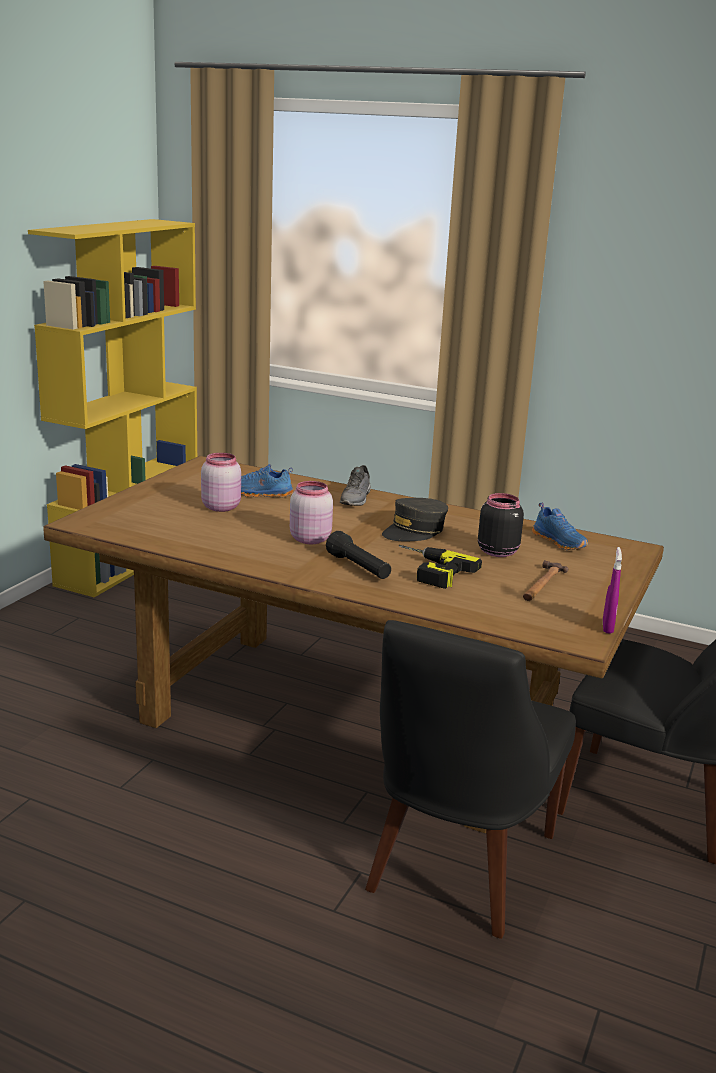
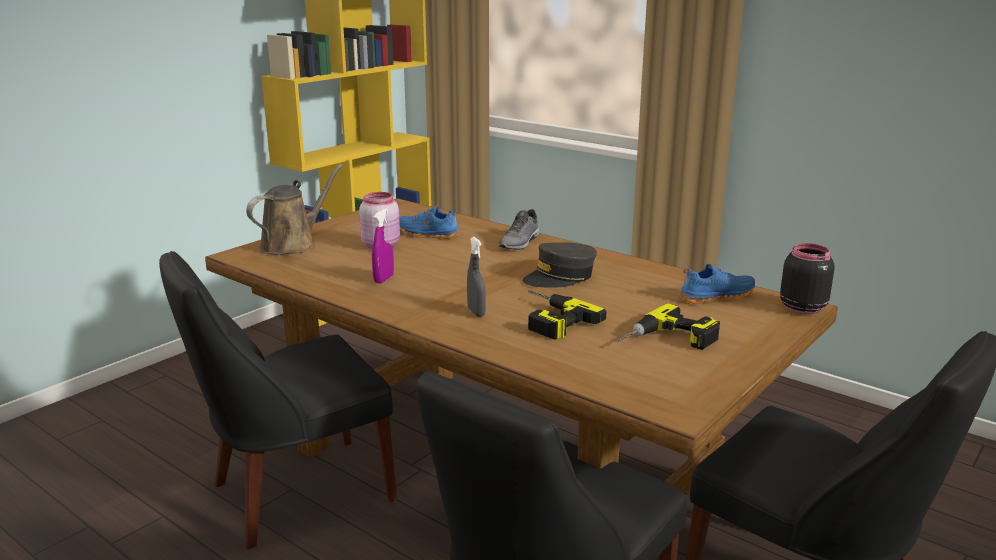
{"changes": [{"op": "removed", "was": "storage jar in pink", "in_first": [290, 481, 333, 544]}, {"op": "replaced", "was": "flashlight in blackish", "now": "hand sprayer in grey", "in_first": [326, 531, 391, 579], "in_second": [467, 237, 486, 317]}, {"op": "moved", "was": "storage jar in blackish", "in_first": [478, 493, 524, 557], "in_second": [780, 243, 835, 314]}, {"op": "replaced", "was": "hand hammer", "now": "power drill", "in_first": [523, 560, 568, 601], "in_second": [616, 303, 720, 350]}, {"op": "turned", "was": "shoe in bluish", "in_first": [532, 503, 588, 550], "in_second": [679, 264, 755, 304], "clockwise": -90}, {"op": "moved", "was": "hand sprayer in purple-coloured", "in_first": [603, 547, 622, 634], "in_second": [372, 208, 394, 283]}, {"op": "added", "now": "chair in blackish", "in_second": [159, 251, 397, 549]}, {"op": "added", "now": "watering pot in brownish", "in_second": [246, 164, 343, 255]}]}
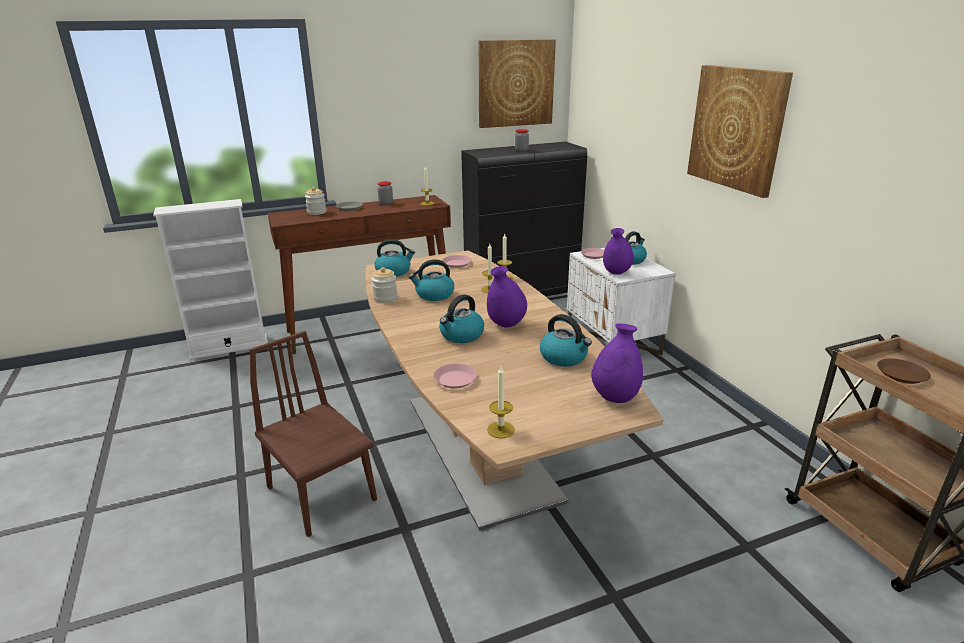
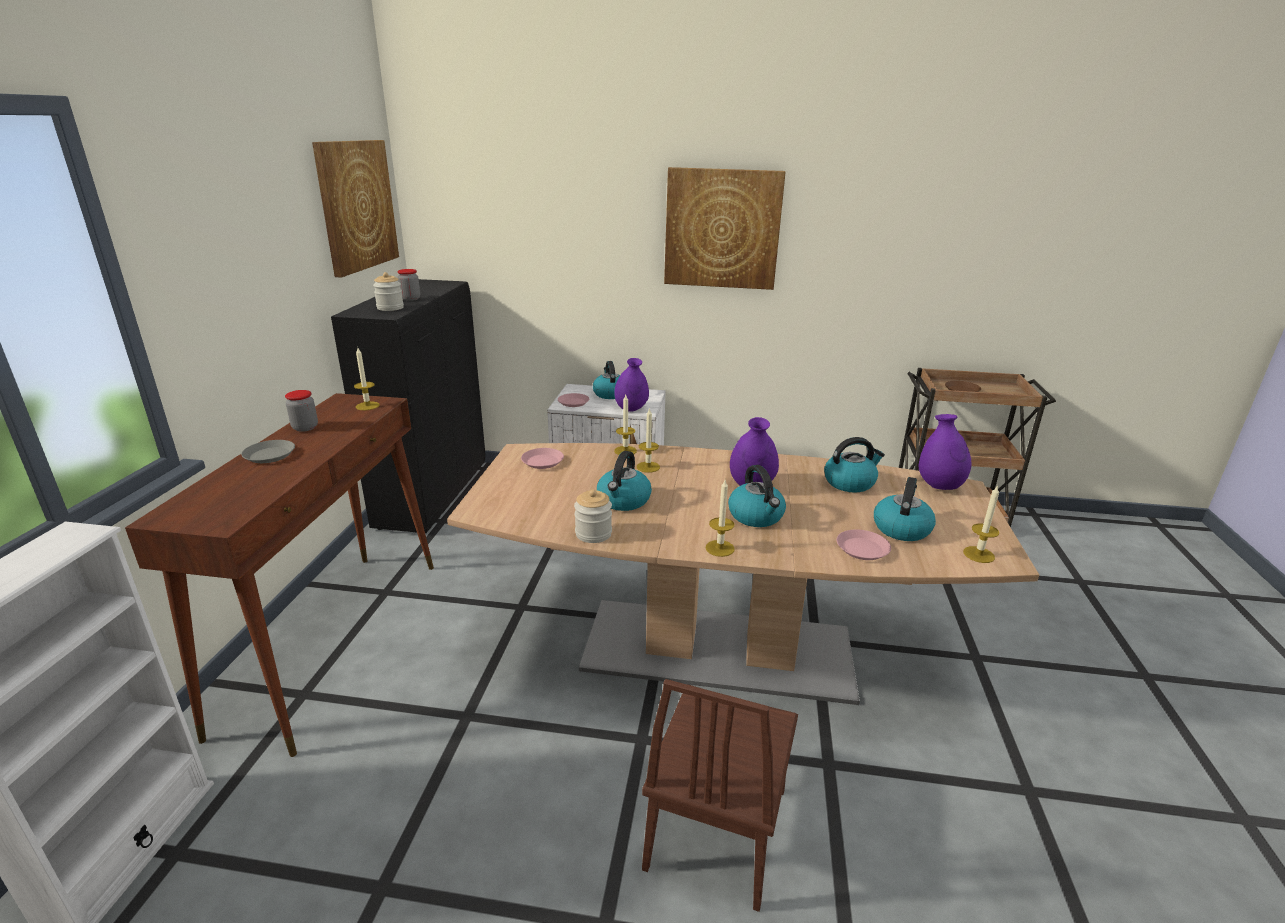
{"changes": [{"op": "turned", "was": "chair in brownish", "in_first": [249, 331, 377, 537], "in_second": [642, 679, 798, 912], "clockwise": -60}, {"op": "moved", "was": "storage jar", "in_first": [305, 187, 326, 215], "in_second": [373, 272, 404, 311]}, {"op": "moved", "was": "water kettle", "in_first": [374, 239, 415, 277], "in_second": [874, 477, 936, 541]}, {"op": "added", "now": "wax candle", "in_second": [705, 480, 735, 557]}]}
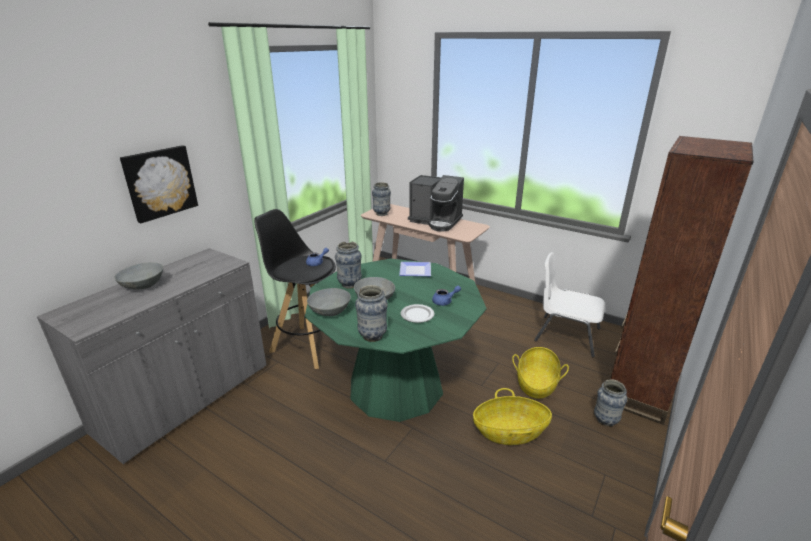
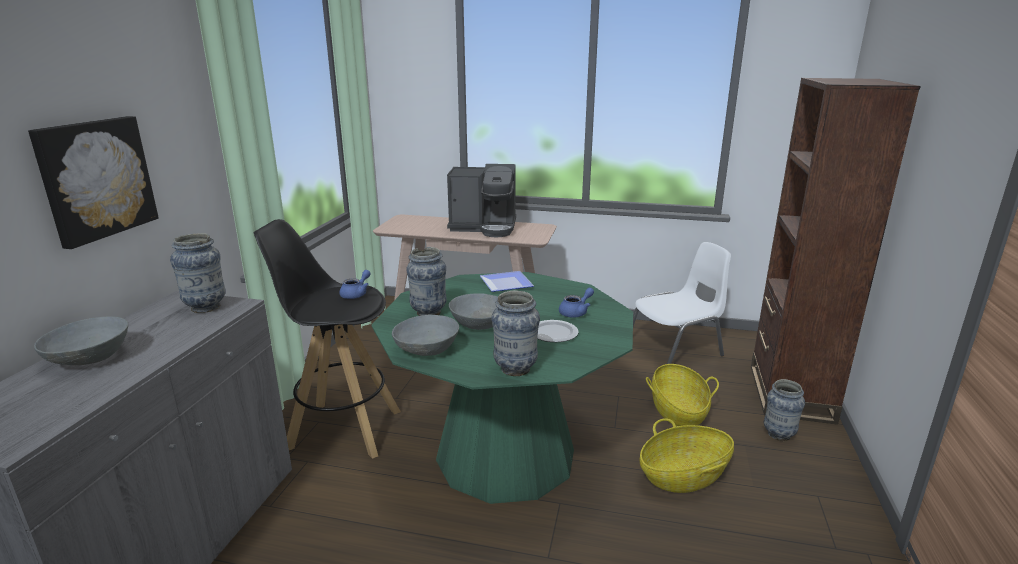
{"changes": [{"op": "moved", "was": "vase", "in_first": [372, 182, 391, 216], "in_second": [170, 233, 226, 313]}, {"op": "turned", "was": "chair in whitish", "in_first": [534, 252, 605, 357], "in_second": [633, 242, 731, 364], "clockwise": 150}]}
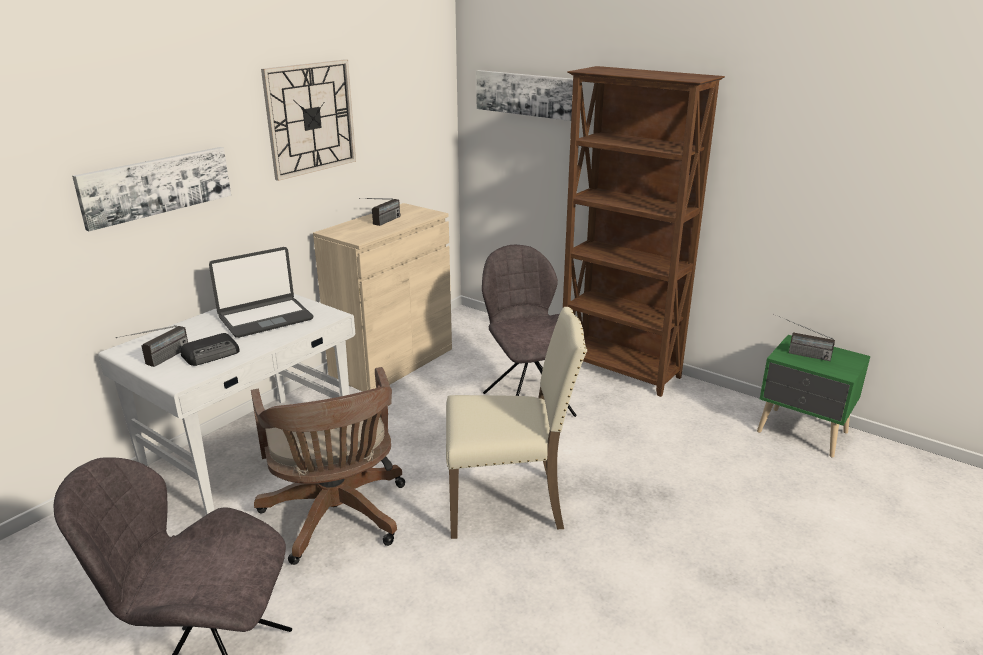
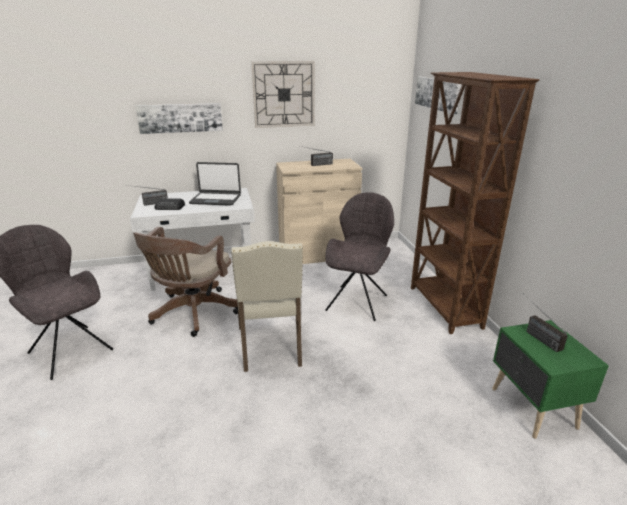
{"changes": [{"op": "turned", "was": "chair in beige", "in_first": [446, 307, 587, 539], "in_second": [231, 241, 303, 372], "clockwise": 45}]}
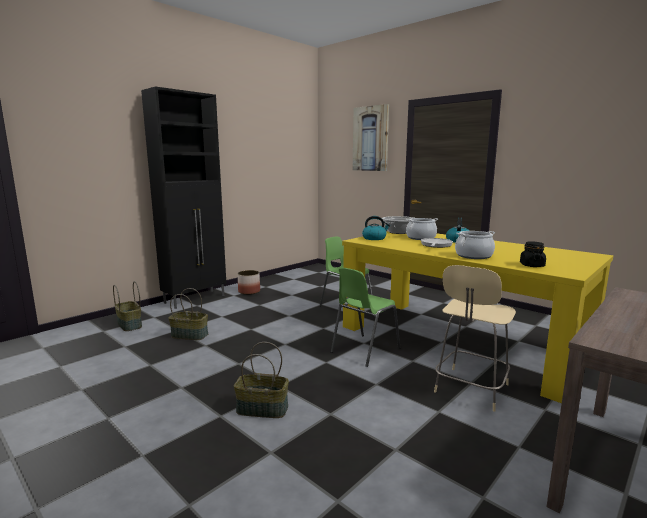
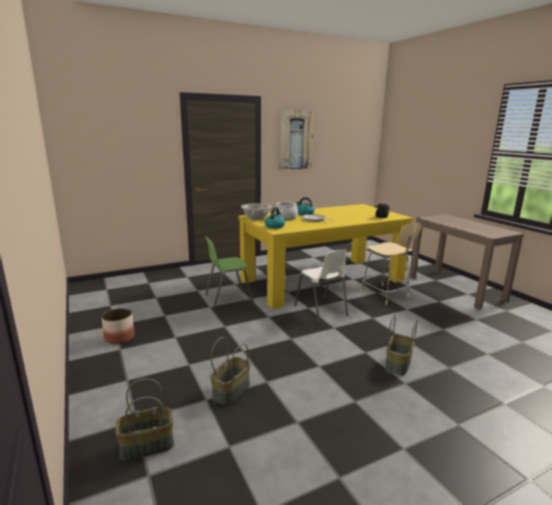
{"changes": [{"op": "removed", "was": "cabinet in blackish", "in_first": [141, 86, 226, 309]}, {"op": "recoloured", "was": "chair in green-coloured", "now": "chair in whitish", "in_first": [331, 268, 400, 367], "in_second": [295, 250, 348, 323]}, {"op": "moved", "was": "wall art", "in_first": [353, 104, 389, 171], "in_second": [279, 110, 314, 170]}, {"op": "removed", "was": "stockpot", "in_first": [455, 231, 495, 259]}]}
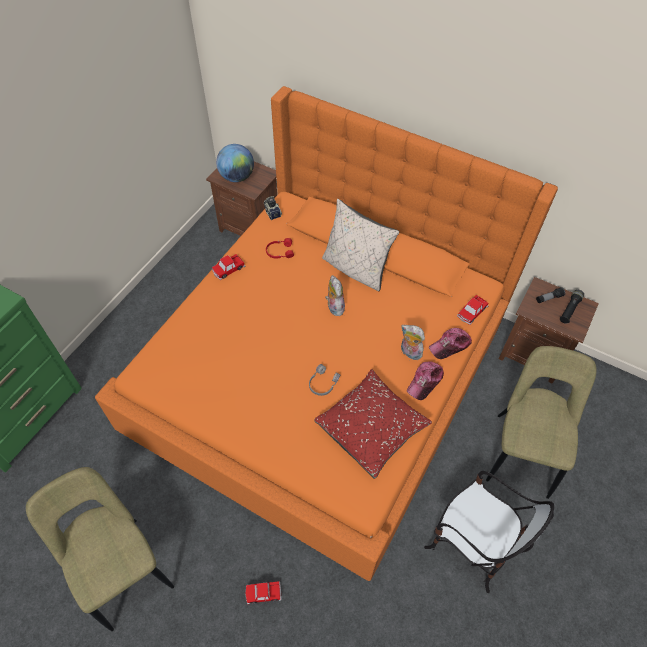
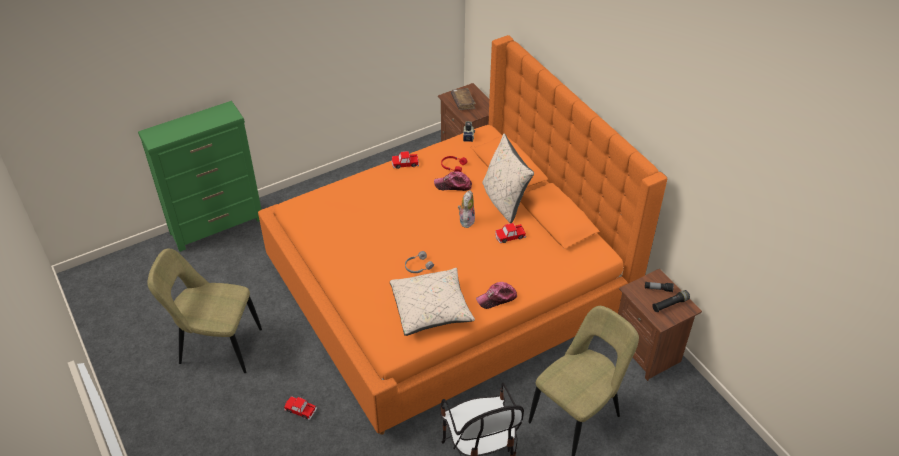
{"changes": [{"op": "turned", "was": "chair in beige", "in_first": [26, 467, 174, 631], "in_second": [148, 249, 262, 373], "clockwise": -75}, {"op": "replaced", "was": "globe", "now": "book in brownish", "in_first": [216, 144, 254, 182], "in_second": [451, 88, 476, 110]}, {"op": "recoloured", "was": "cushion in red-coloured", "now": "cushion in beige", "in_first": [314, 369, 432, 479], "in_second": [390, 268, 475, 336]}, {"op": "removed", "was": "cuddly toy", "in_first": [401, 325, 425, 360]}, {"op": "moved", "was": "baseball cap", "in_first": [429, 328, 472, 359], "in_second": [434, 171, 472, 191]}, {"op": "moved", "was": "model car", "in_first": [457, 295, 488, 325], "in_second": [495, 223, 526, 243]}]}
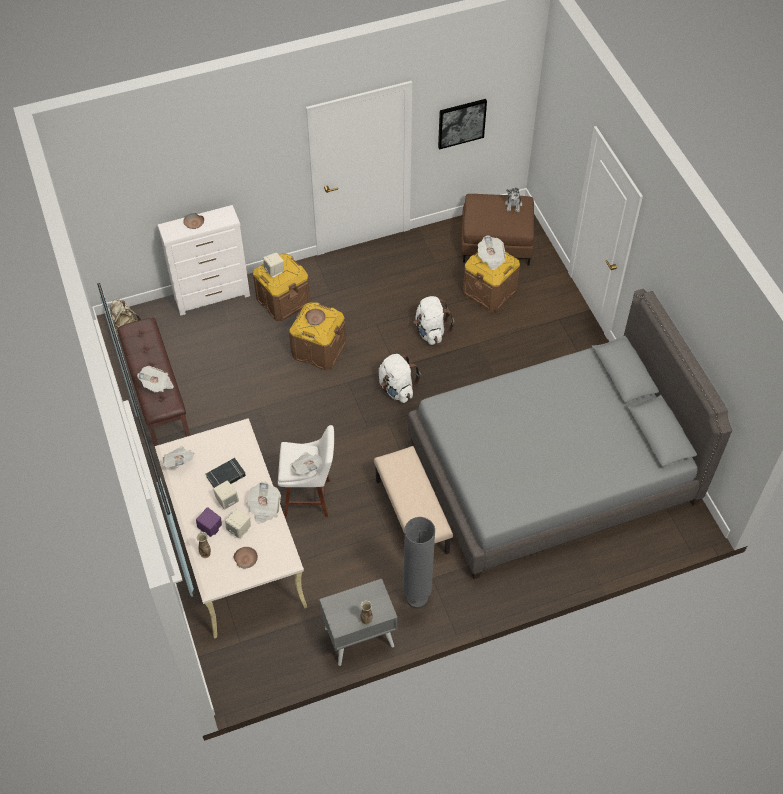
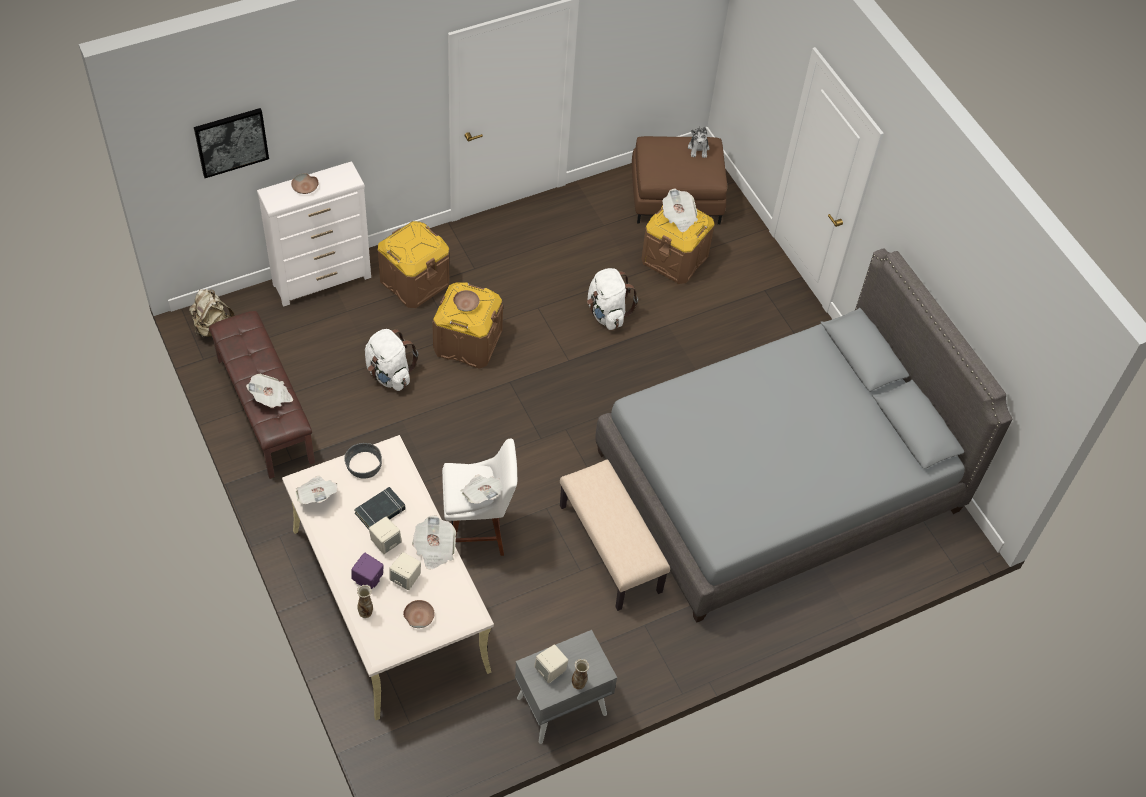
{"changes": [{"op": "moved", "was": "speaker in beige", "in_first": [263, 252, 284, 278], "in_second": [534, 645, 568, 683]}, {"op": "moved", "was": "knapsack in whitish", "in_first": [379, 354, 421, 403], "in_second": [365, 329, 418, 391]}, {"op": "removed", "was": "standard lamp in grey", "in_first": [403, 517, 435, 609]}, {"op": "moved", "was": "wall art", "in_first": [438, 99, 487, 149], "in_second": [194, 108, 269, 178]}, {"op": "added", "now": "bowl in grey", "in_second": [344, 443, 382, 478]}]}
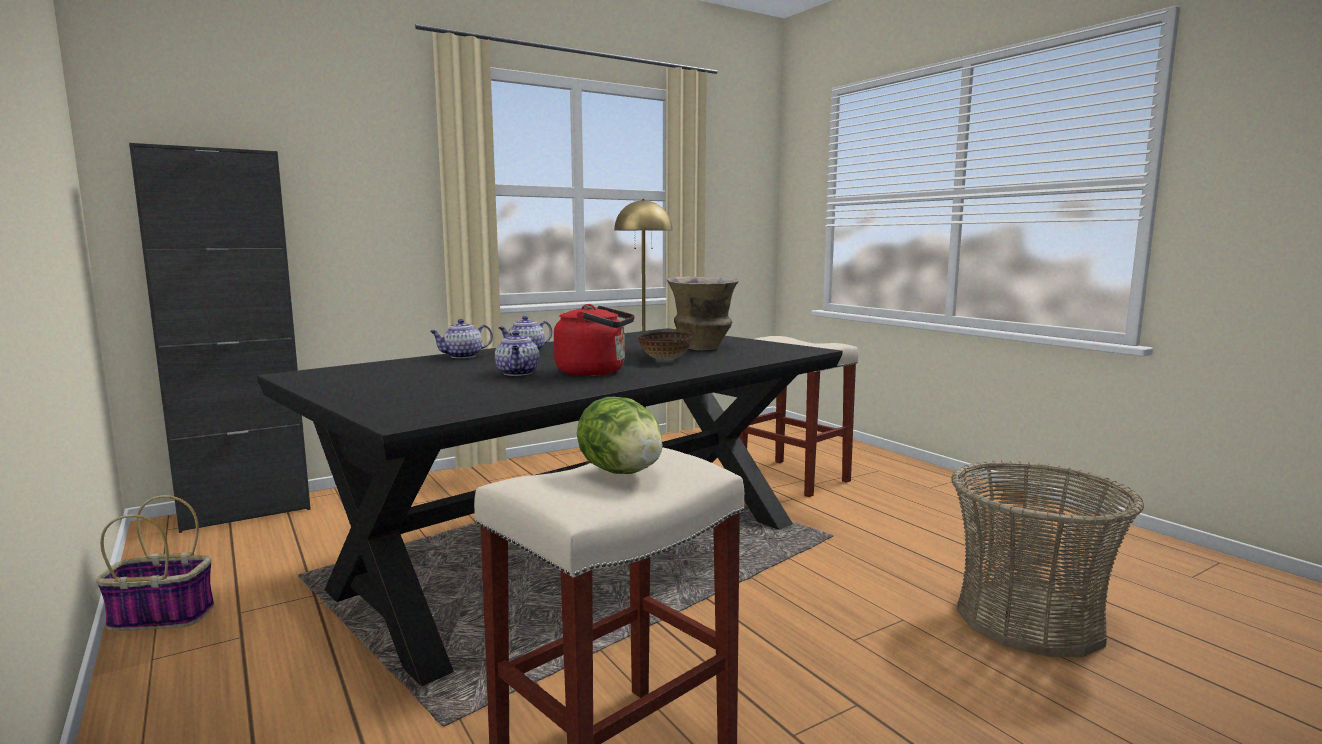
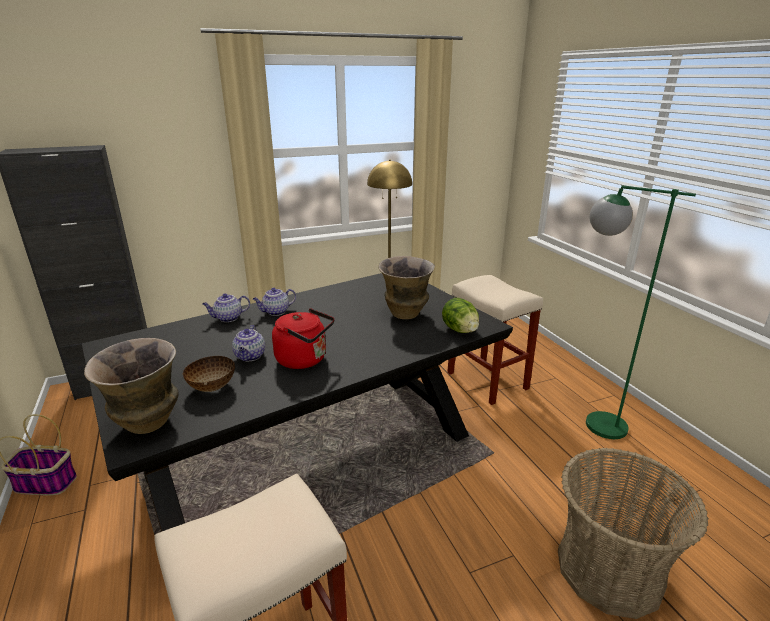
{"changes": [{"op": "moved", "was": "head of lettuce", "in_first": [577, 397, 662, 474], "in_second": [442, 298, 479, 333]}, {"op": "moved", "was": "bowl", "in_first": [638, 332, 693, 361], "in_second": [183, 356, 235, 392]}, {"op": "added", "now": "vase", "in_second": [84, 338, 179, 434]}, {"op": "added", "now": "standard lamp in green-coloured", "in_second": [586, 185, 696, 439]}]}
